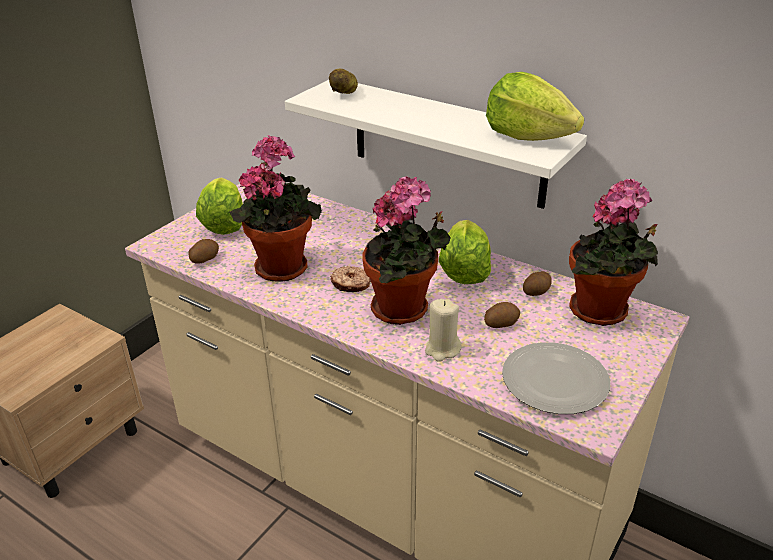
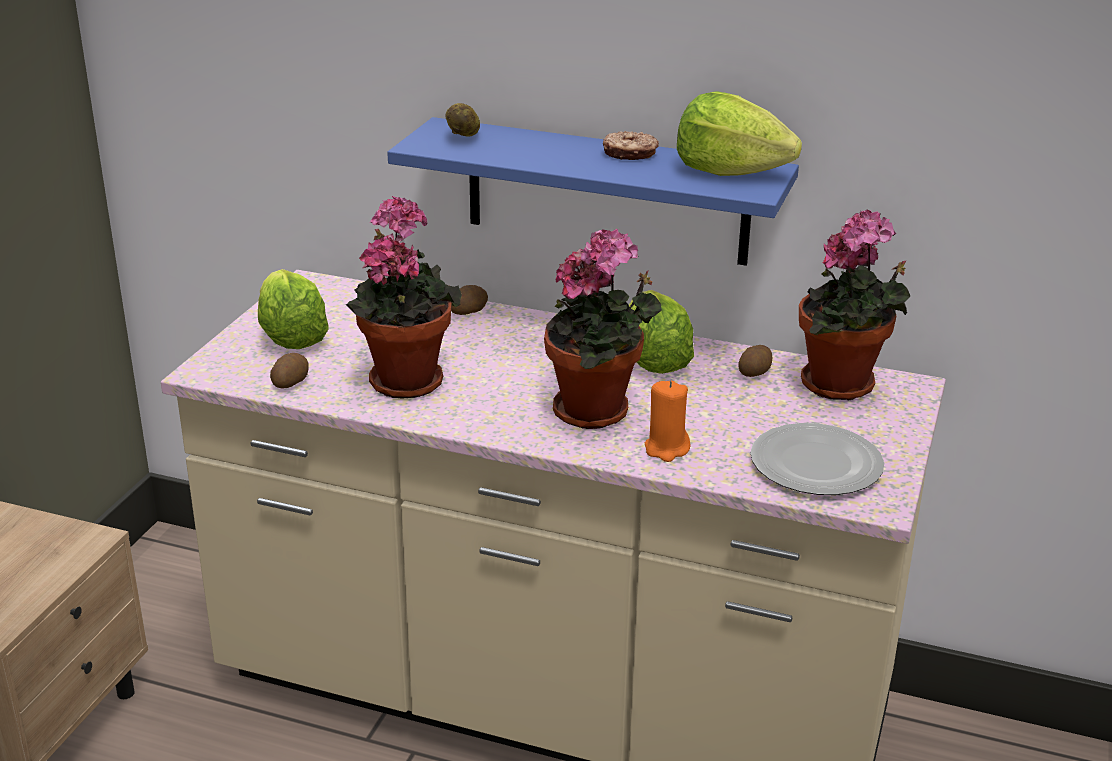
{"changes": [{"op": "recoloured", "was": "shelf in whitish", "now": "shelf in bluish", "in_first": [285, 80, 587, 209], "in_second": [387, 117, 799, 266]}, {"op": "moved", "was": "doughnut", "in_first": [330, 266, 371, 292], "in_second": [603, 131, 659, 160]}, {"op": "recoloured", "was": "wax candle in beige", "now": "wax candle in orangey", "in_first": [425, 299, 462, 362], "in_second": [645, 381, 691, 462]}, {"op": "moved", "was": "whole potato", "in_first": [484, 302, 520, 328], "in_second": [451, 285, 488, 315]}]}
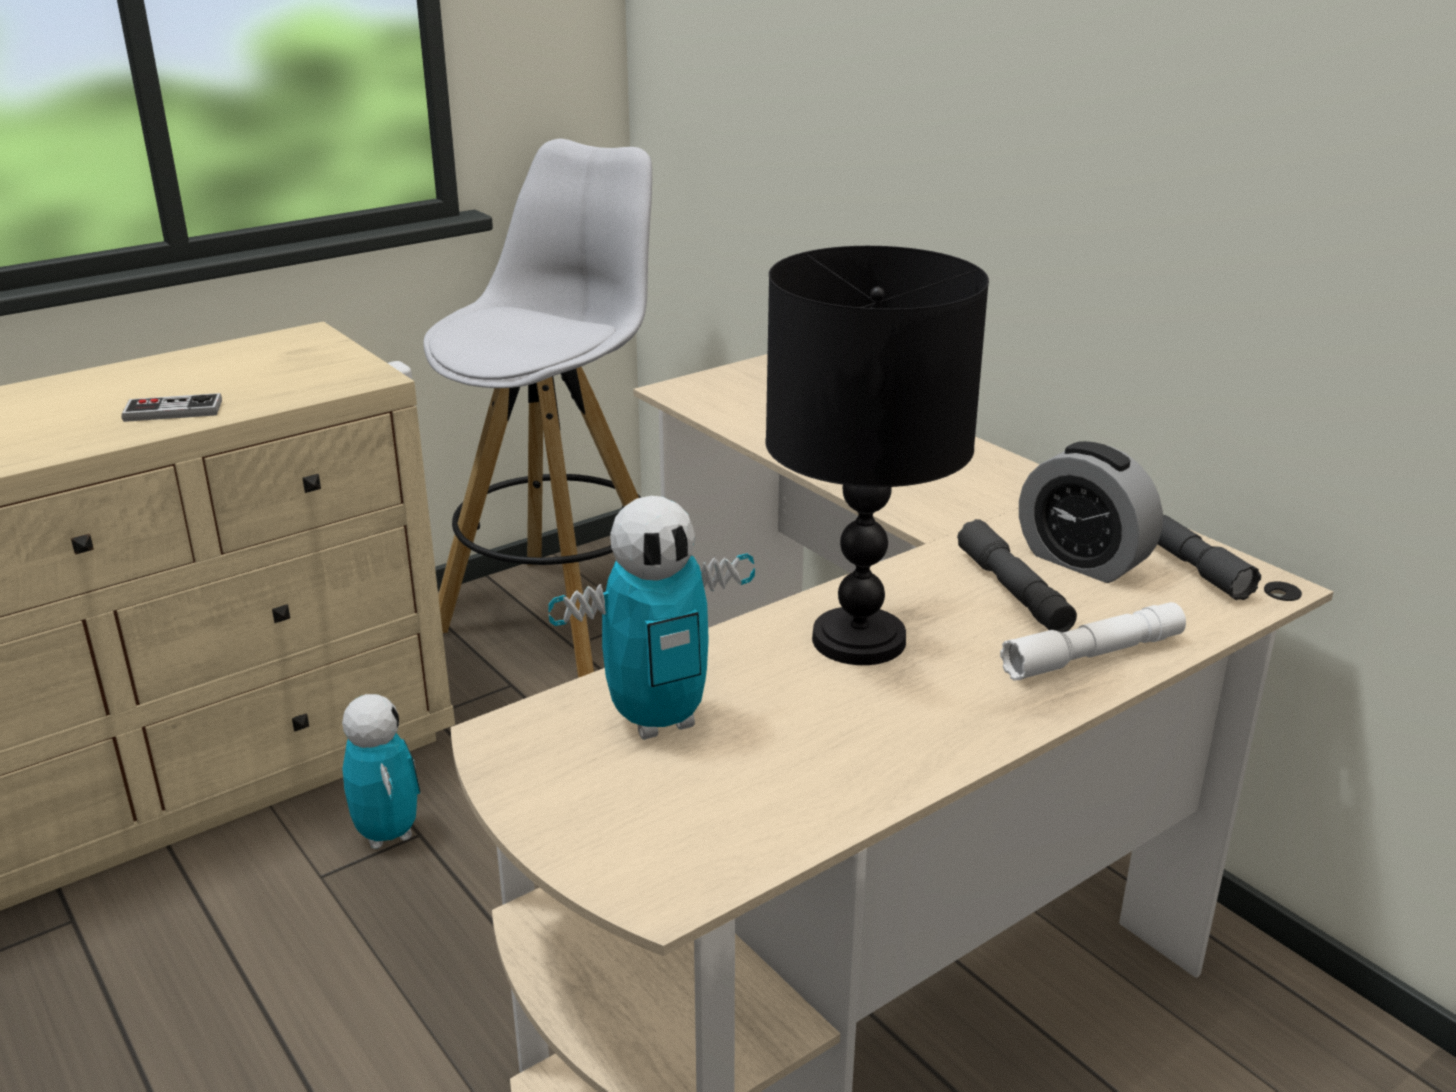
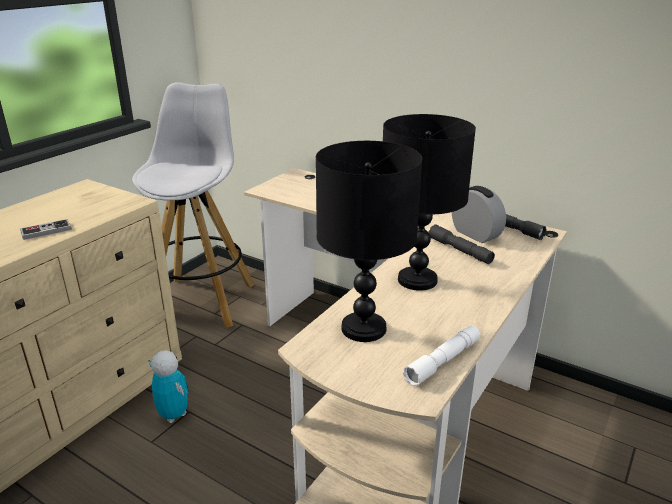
{"changes": [{"op": "replaced", "was": "model robot", "now": "lamp for a table in blackish", "in_first": [548, 496, 755, 740], "in_second": [316, 141, 422, 342]}, {"op": "moved", "was": "flashlight in whitish", "in_first": [1000, 602, 1186, 681], "in_second": [403, 325, 480, 386]}, {"op": "turned", "was": "alarm clock", "in_first": [1019, 441, 1163, 583], "in_second": [452, 186, 506, 243], "clockwise": -150}]}
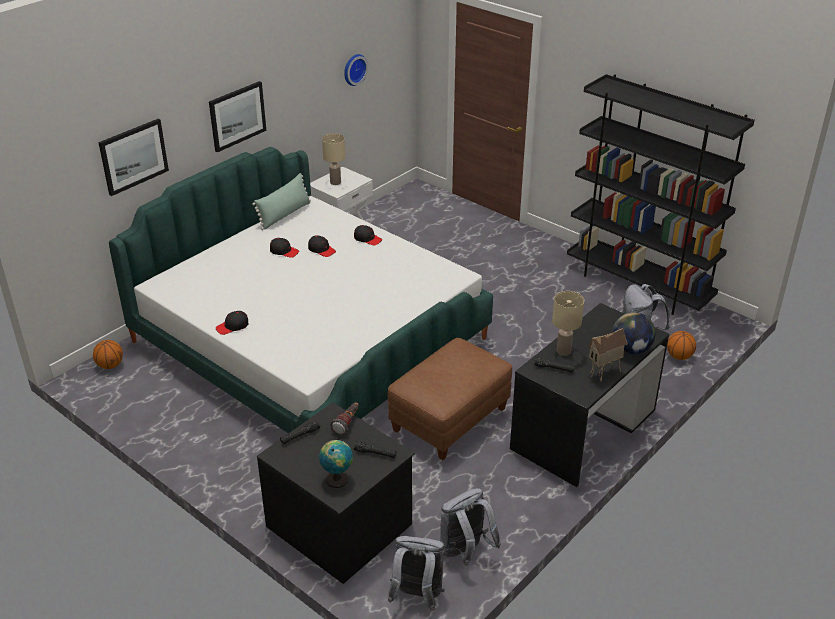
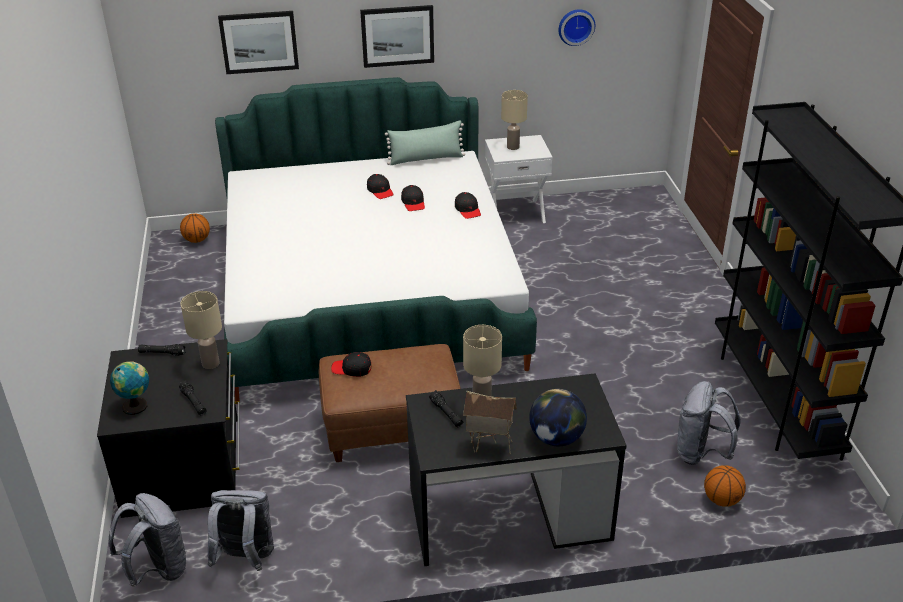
{"changes": [{"op": "moved", "was": "baseball cap in blackish", "in_first": [216, 311, 249, 335], "in_second": [331, 352, 371, 377]}, {"op": "replaced", "was": "flashlight", "now": "lamp for a table in beige", "in_first": [330, 402, 359, 435], "in_second": [181, 291, 222, 369]}]}
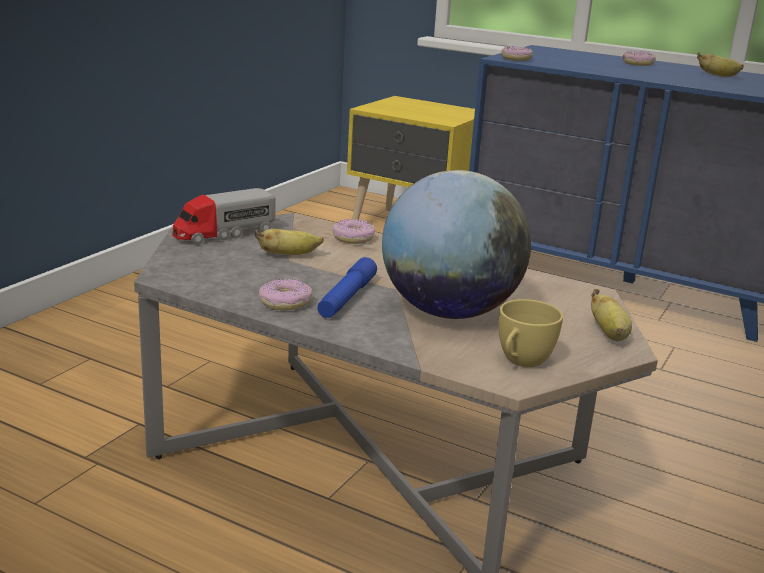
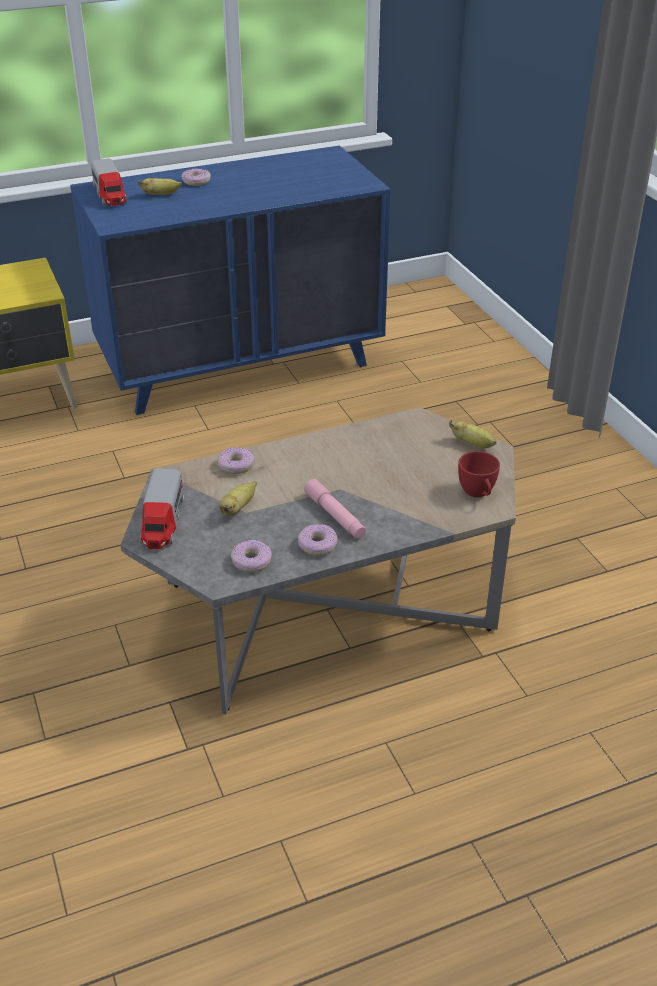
{"changes": [{"op": "recoloured", "was": "flashlight in bluish", "now": "flashlight in pink", "in_first": [317, 257, 377, 318], "in_second": [304, 479, 366, 539]}, {"op": "removed", "was": "globe", "in_first": [382, 170, 531, 319]}, {"op": "recoloured", "was": "cup in yellow", "now": "cup in red-coloured", "in_first": [499, 299, 563, 367], "in_second": [458, 451, 500, 497]}, {"op": "moved", "was": "doughnut", "in_first": [501, 46, 533, 61], "in_second": [231, 540, 272, 572]}, {"op": "moved", "was": "banana", "in_first": [697, 52, 744, 77], "in_second": [138, 178, 182, 195]}, {"op": "added", "now": "model truck", "in_second": [91, 159, 127, 206]}]}
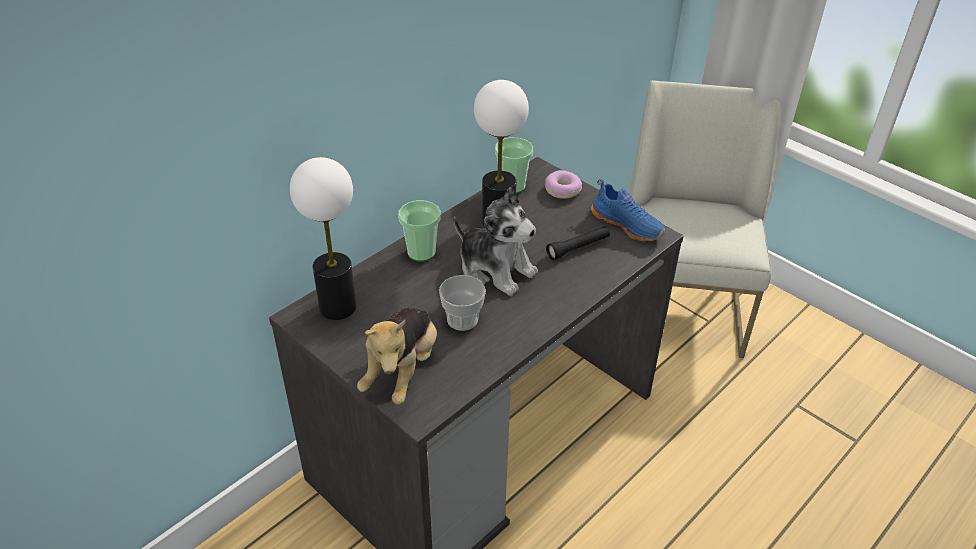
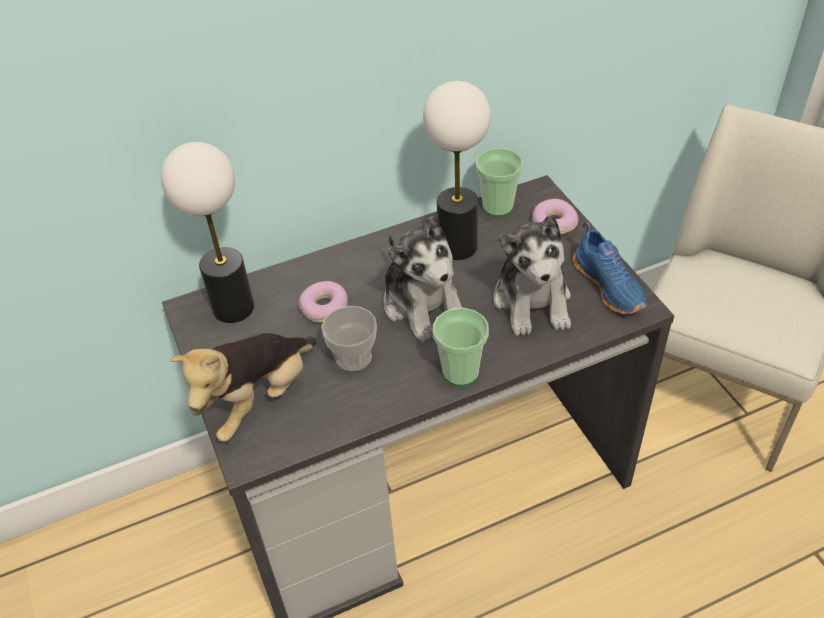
{"changes": [{"op": "moved", "was": "cup", "in_first": [398, 200, 441, 262], "in_second": [433, 308, 489, 386]}, {"op": "replaced", "was": "flashlight in blackish", "now": "cuddly toy", "in_first": [546, 226, 610, 260], "in_second": [494, 215, 571, 336]}, {"op": "added", "now": "doughnut", "in_second": [299, 281, 348, 323]}]}
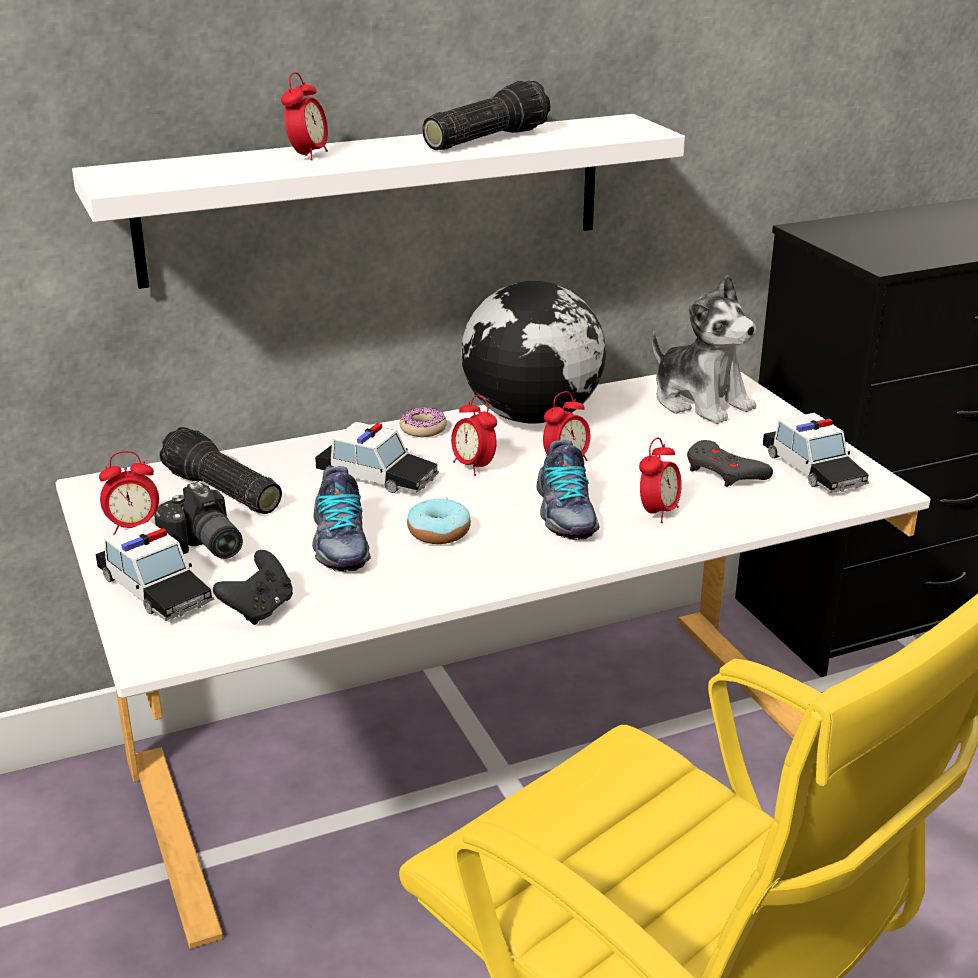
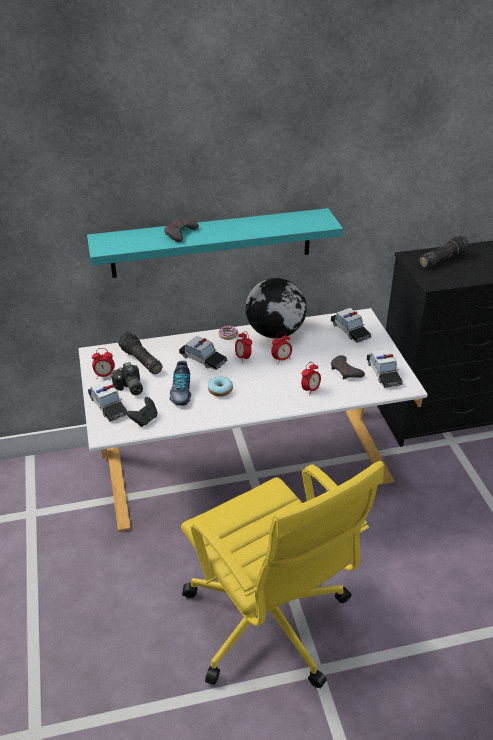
{"changes": [{"op": "recoloured", "was": "shelf in whitish", "now": "shelf in blue-green", "in_first": [72, 114, 685, 289], "in_second": [87, 208, 343, 278]}, {"op": "replaced", "was": "alarm clock", "now": "game controller in grey", "in_first": [281, 72, 328, 161], "in_second": [164, 218, 199, 242]}, {"op": "moved", "was": "flashlight", "in_first": [422, 81, 550, 150], "in_second": [419, 236, 470, 268]}, {"op": "removed", "was": "shoe", "in_first": [536, 440, 600, 540]}, {"op": "replaced", "was": "cuddly toy", "now": "model car", "in_first": [652, 275, 757, 424], "in_second": [331, 308, 372, 343]}]}
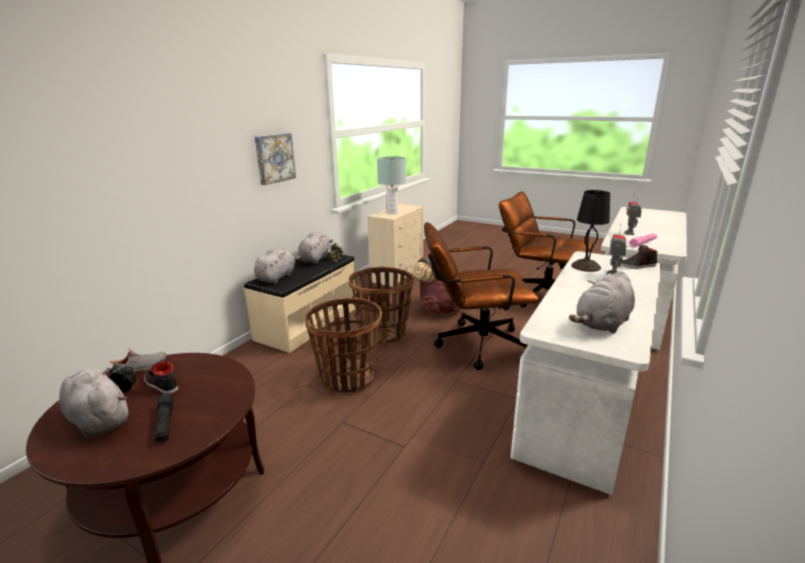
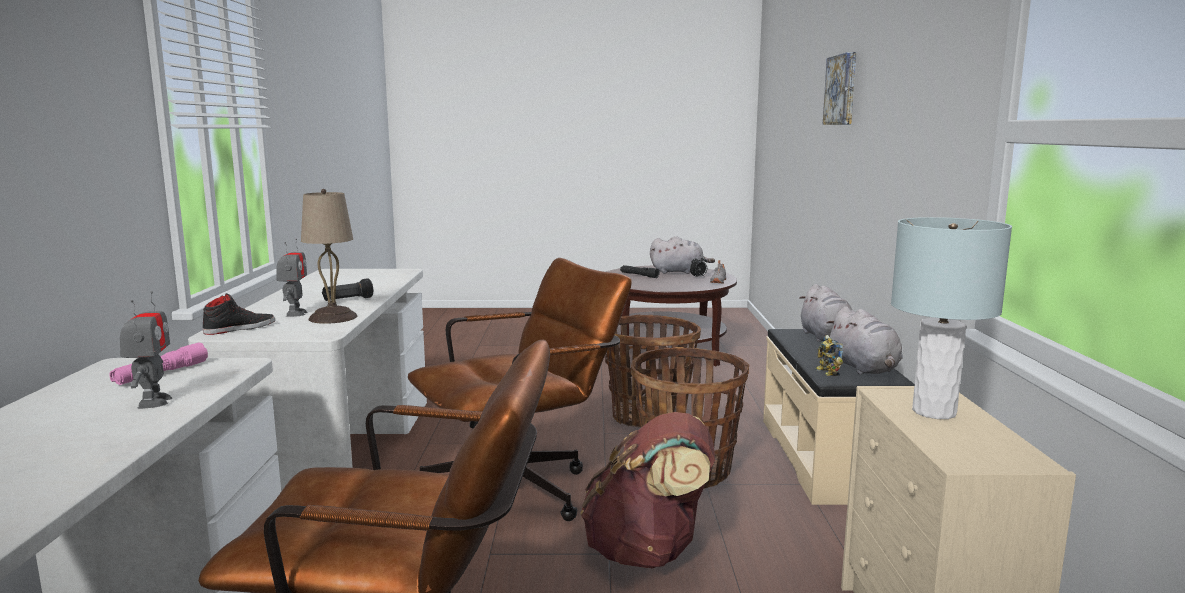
{"changes": [{"op": "removed", "was": "shoe in blackish", "in_first": [144, 360, 178, 394]}, {"op": "moved", "was": "wall art", "in_first": [255, 133, 296, 185], "in_second": [823, 52, 856, 125]}, {"op": "removed", "was": "cuddly toy in grey", "in_first": [569, 271, 635, 334]}, {"op": "recoloured", "was": "lamp for a table in blackish", "now": "lamp for a table in beige", "in_first": [571, 189, 610, 272], "in_second": [301, 189, 357, 324]}, {"op": "added", "now": "flashlight in blackish", "in_second": [322, 278, 373, 301]}]}
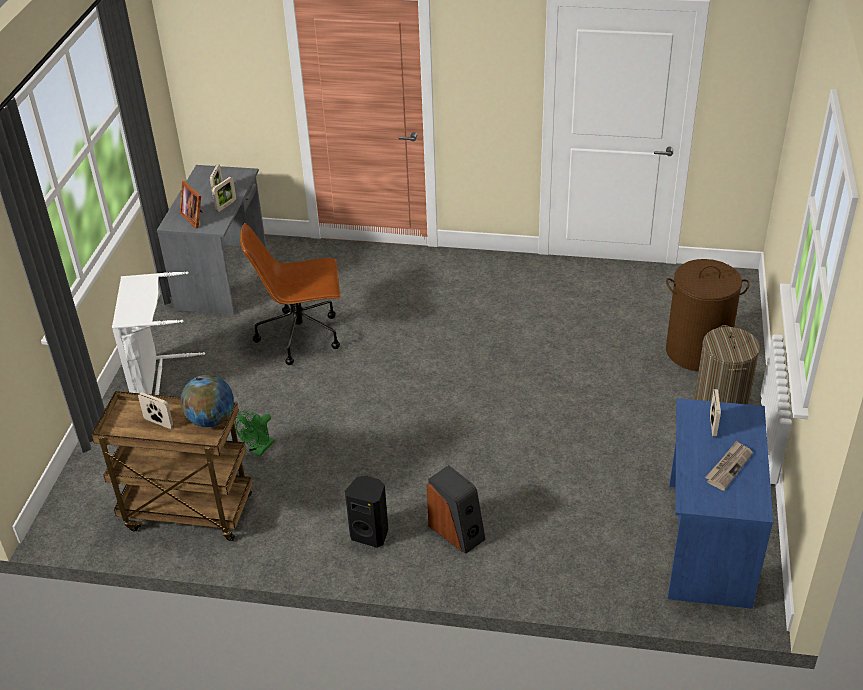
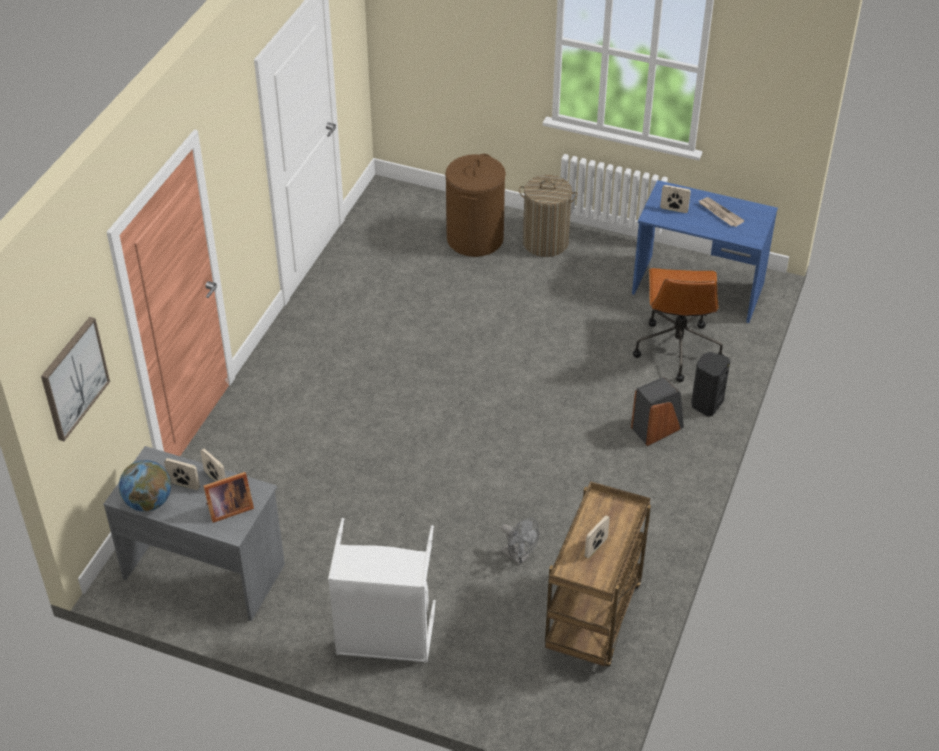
{"changes": [{"op": "moved", "was": "globe", "in_first": [180, 375, 234, 427], "in_second": [119, 460, 171, 512]}, {"op": "recoloured", "was": "electric fan in green-coloured", "now": "electric fan in grey", "in_first": [235, 410, 275, 456], "in_second": [501, 518, 539, 565]}, {"op": "moved", "was": "computer chair in brownish", "in_first": [240, 223, 341, 365], "in_second": [633, 268, 724, 382]}, {"op": "moved", "was": "speaker in blackish", "in_first": [345, 476, 388, 548], "in_second": [691, 352, 730, 416]}, {"op": "added", "now": "wall art", "in_second": [41, 317, 110, 441]}]}
